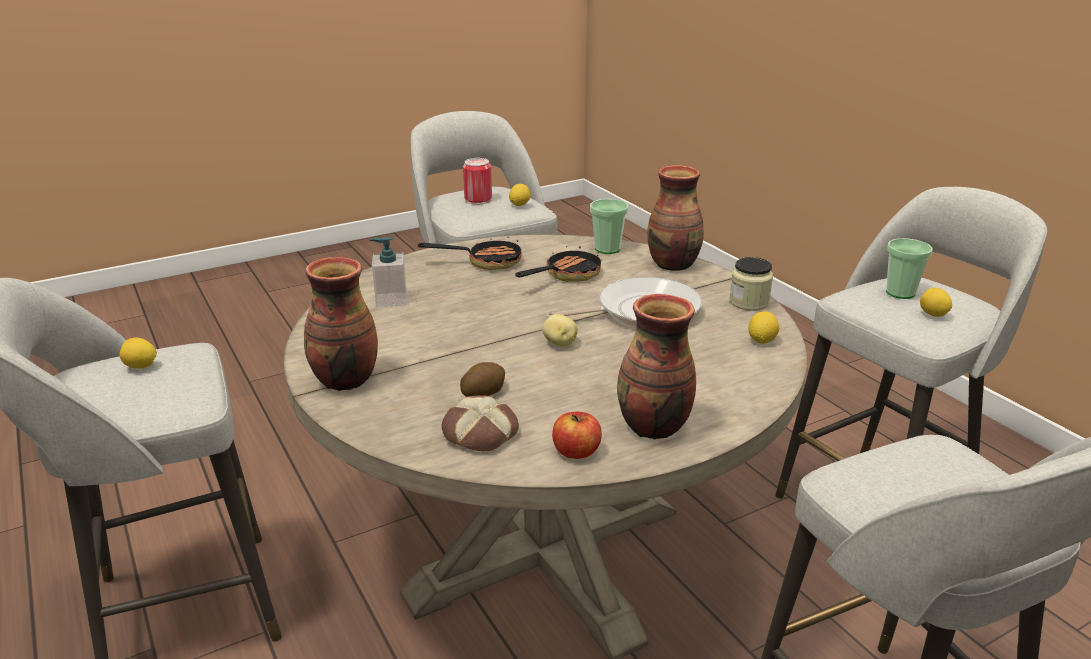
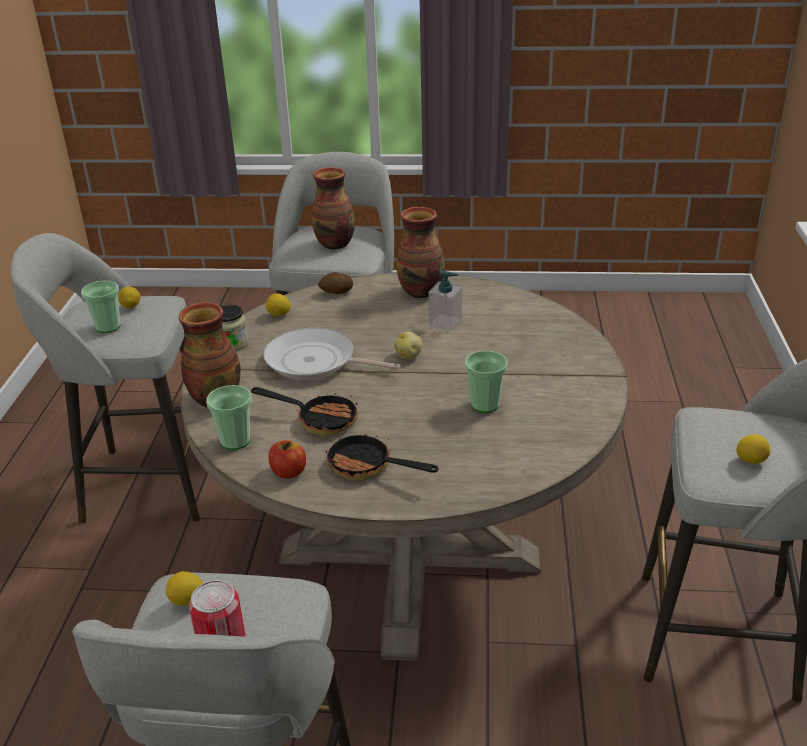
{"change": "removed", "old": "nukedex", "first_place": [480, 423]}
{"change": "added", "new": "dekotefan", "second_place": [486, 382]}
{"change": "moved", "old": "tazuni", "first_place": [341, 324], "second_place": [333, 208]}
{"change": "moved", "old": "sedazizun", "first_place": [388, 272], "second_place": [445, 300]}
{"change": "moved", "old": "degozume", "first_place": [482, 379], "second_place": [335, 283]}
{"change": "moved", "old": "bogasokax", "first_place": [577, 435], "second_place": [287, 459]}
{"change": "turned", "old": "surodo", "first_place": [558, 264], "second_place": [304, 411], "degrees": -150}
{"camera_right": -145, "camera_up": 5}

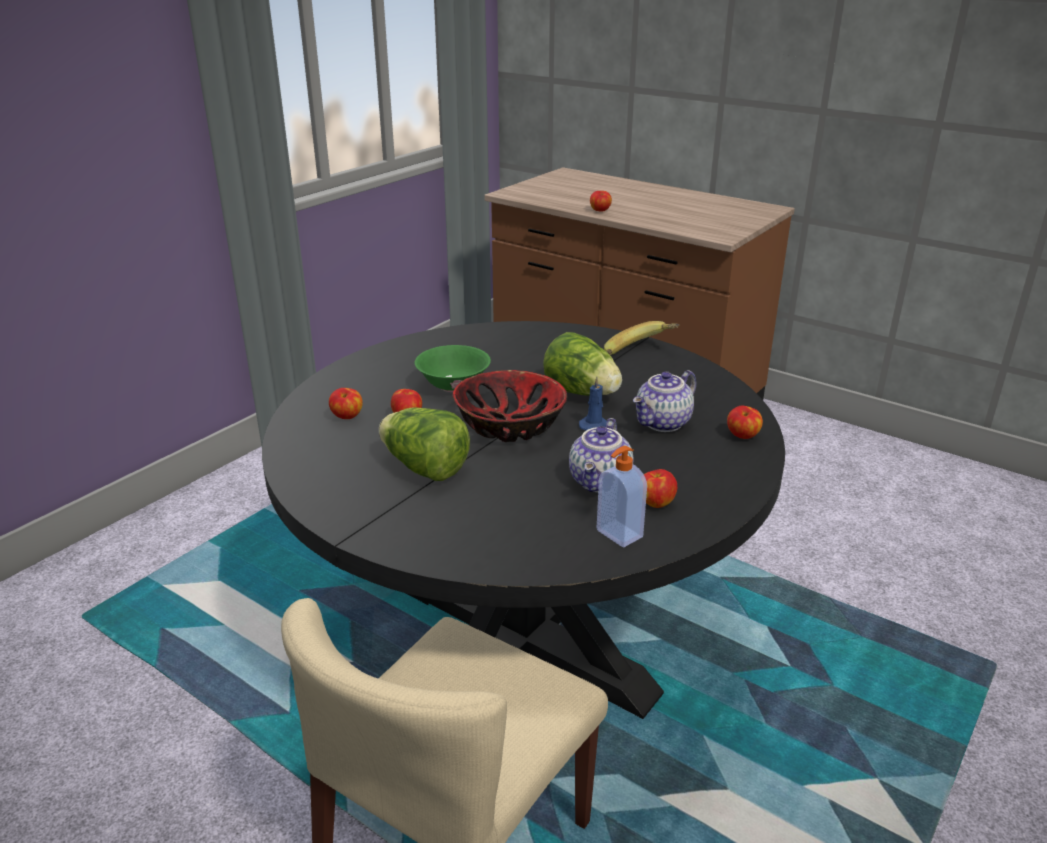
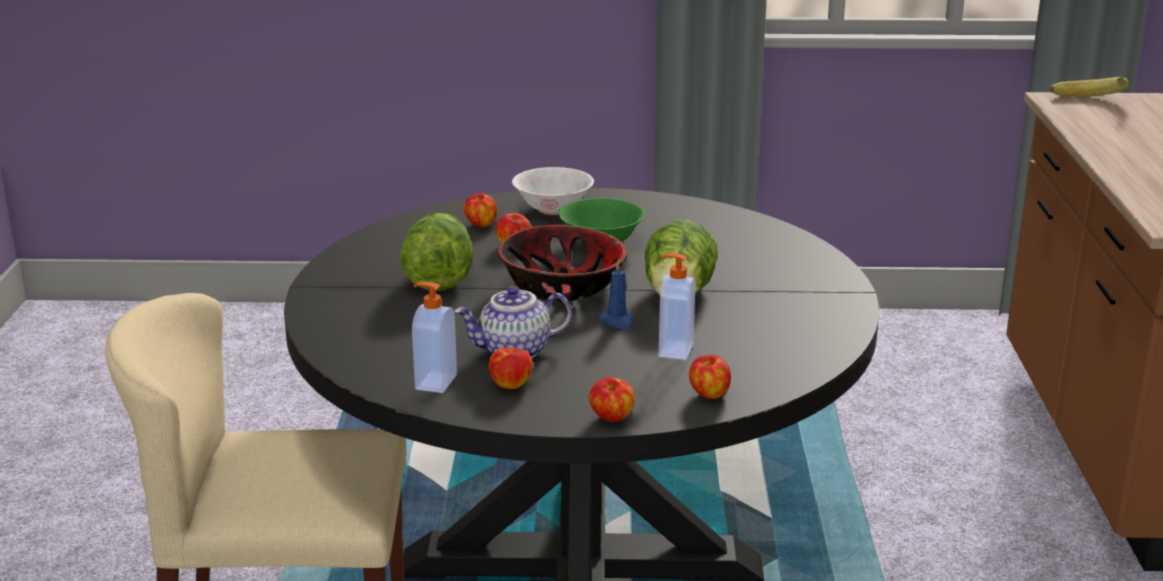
{"change": "added", "new": "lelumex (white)", "second_place": [553, 191]}
{"change": "moved", "old": "bogasokax", "first_place": [601, 201], "second_place": [612, 399]}
{"change": "moved", "old": "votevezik", "first_place": [642, 338], "second_place": [1089, 87]}
{"change": "replaced", "old": "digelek", "new": "sedazizun", "first_place": [665, 401], "second_place": [677, 306]}
{"camera_right": 55, "camera_up": -5}

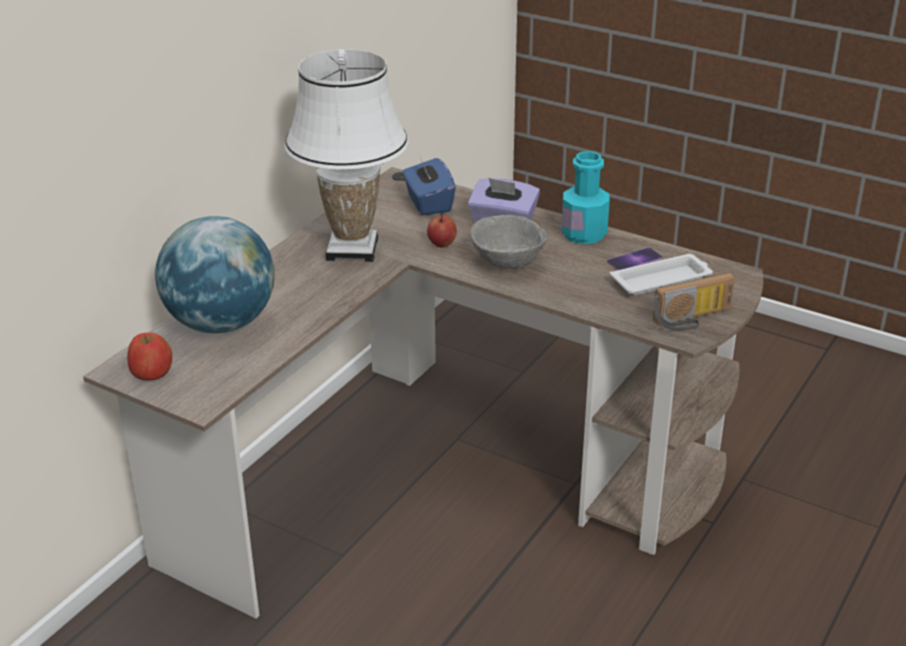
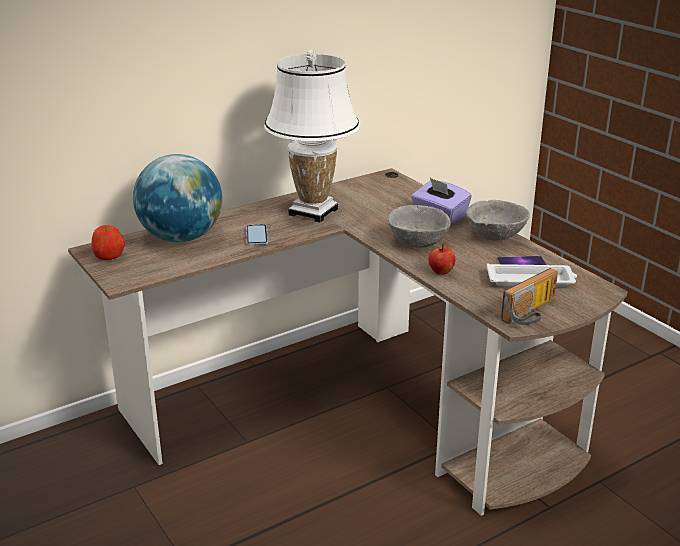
{"change": "removed", "old": "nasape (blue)", "first_place": [429, 185]}
{"change": "added", "new": "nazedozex", "second_place": [257, 234]}
{"change": "moved", "old": "bogasokax", "first_place": [442, 230], "second_place": [442, 259]}
{"change": "replaced", "old": "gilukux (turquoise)", "new": "lelumex (grey)", "first_place": [586, 197], "second_place": [498, 220]}
{"change": "turned", "old": "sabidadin", "first_place": [694, 301], "second_place": [529, 296], "degrees": -45}
{"camera_right": 25, "camera_up": -5}

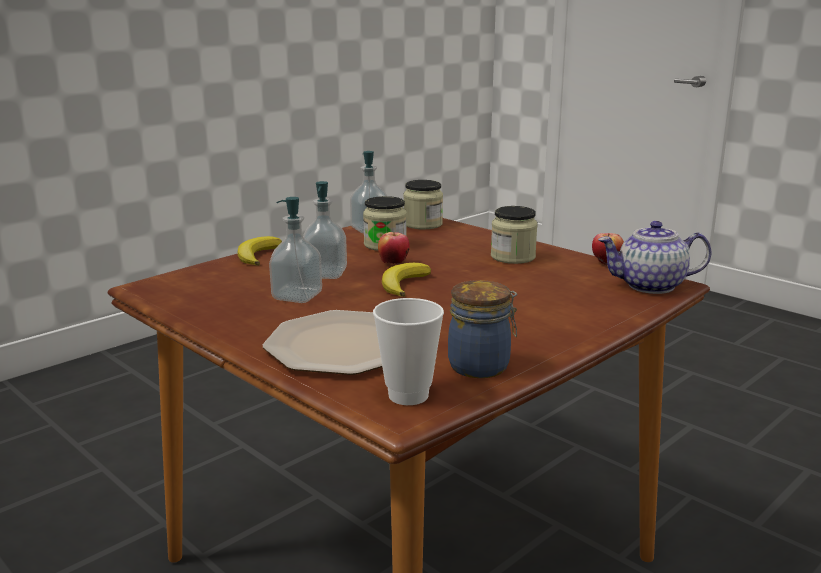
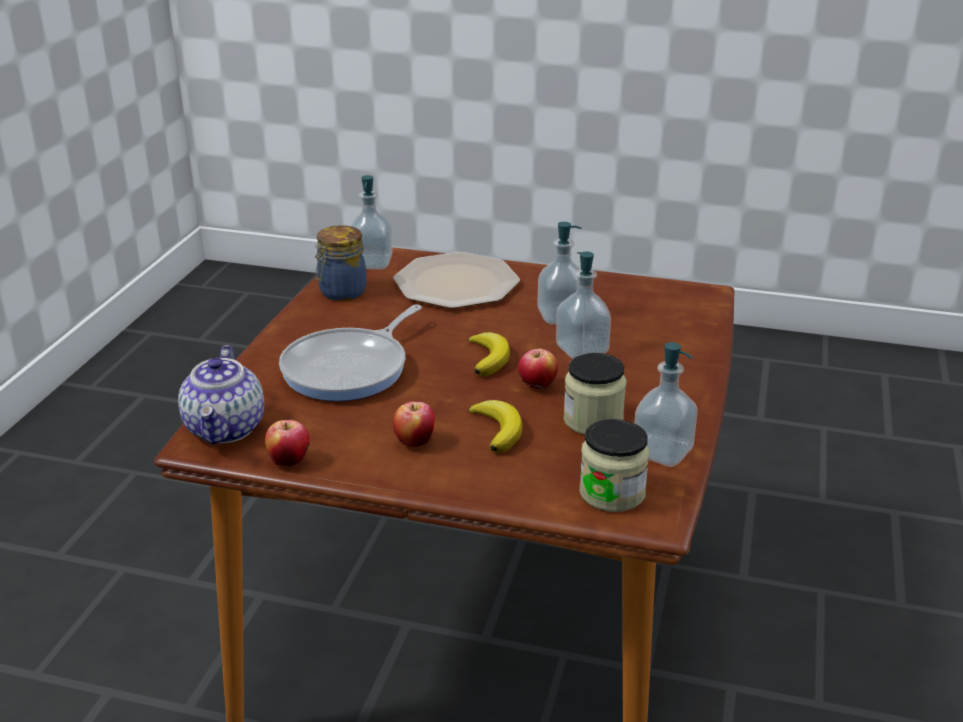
{"change": "added", "new": "surodo", "second_place": [350, 353]}
{"change": "moved", "old": "votevezik", "first_place": [259, 251], "second_place": [495, 426]}
{"change": "replaced", "old": "dekotefan", "new": "sedazizun", "first_place": [408, 351], "second_place": [371, 222]}
{"change": "replaced", "old": "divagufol", "new": "bogasokax", "first_place": [514, 235], "second_place": [414, 425]}
{"change": "turned", "old": "digelek", "first_place": [654, 257], "second_place": [221, 394], "degrees": 120}
{"camera_right": 150, "camera_up": 10}

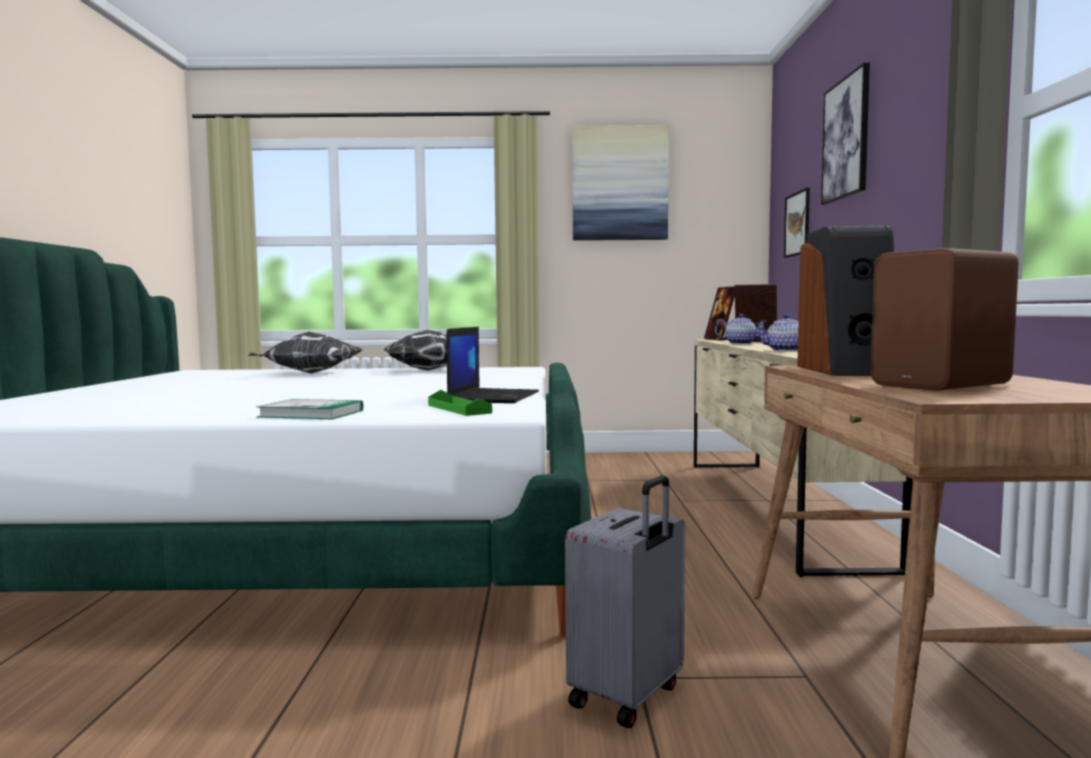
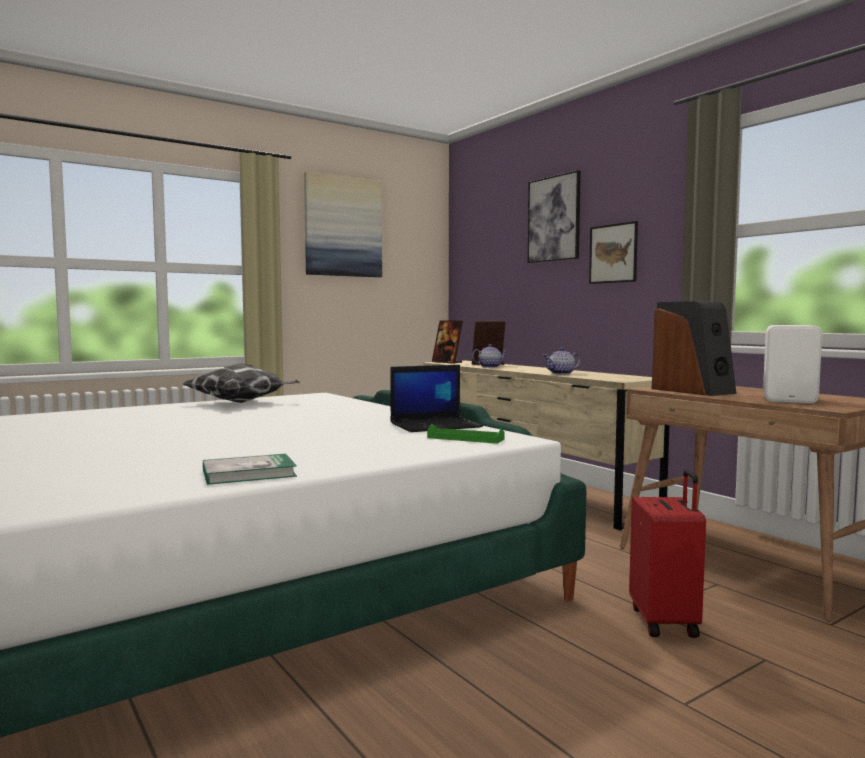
{"change": "removed", "old": "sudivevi", "first_place": [305, 352]}
{"change": "moved", "old": "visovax", "first_place": [309, 409], "second_place": [250, 469]}
{"change": "moved", "old": "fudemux", "first_place": [797, 223], "second_place": [613, 252]}
{"change": "recoloured", "old": "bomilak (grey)", "new": "bomilak (red)", "first_place": [625, 601], "second_place": [667, 554]}
{"change": "recoloured", "old": "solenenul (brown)", "new": "solenenul (white)", "first_place": [945, 319], "second_place": [792, 364]}
{"change": "turned", "old": "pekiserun", "first_place": [492, 365], "second_place": [436, 398], "degrees": 90}
{"camera_right": -35, "camera_up": 0}

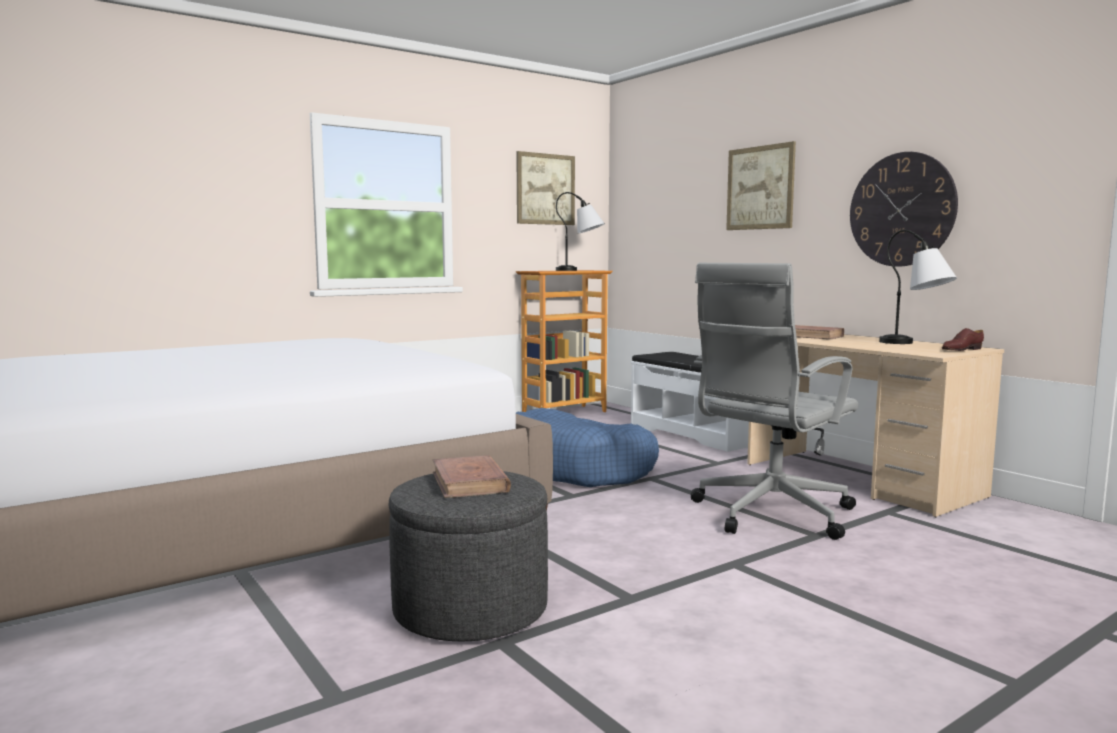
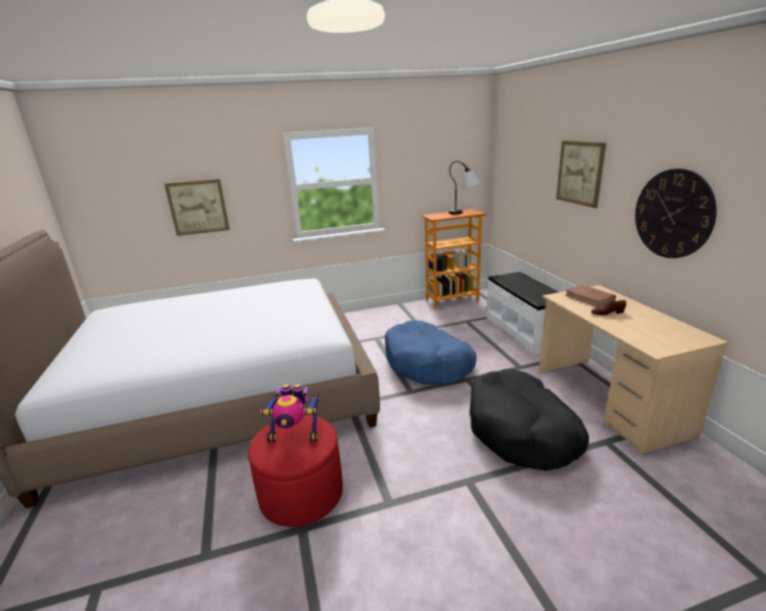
{"change": "removed", "old": "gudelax", "first_place": [918, 287]}
{"change": "moved", "old": "fudemux", "first_place": [545, 188], "second_place": [197, 207]}
{"change": "moved", "old": "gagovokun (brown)", "first_place": [963, 339], "second_place": [608, 307]}
{"change": "replaced", "old": "visovax (brown)", "new": "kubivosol", "first_place": [472, 476], "second_place": [290, 413]}
{"change": "replaced", "old": "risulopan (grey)", "new": "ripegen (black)", "first_place": [774, 401], "second_place": [529, 420]}
{"change": "recoloured", "old": "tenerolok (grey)", "new": "tenerolok (red)", "first_place": [468, 556], "second_place": [295, 471]}
{"camera_right": 20, "camera_up": 15}

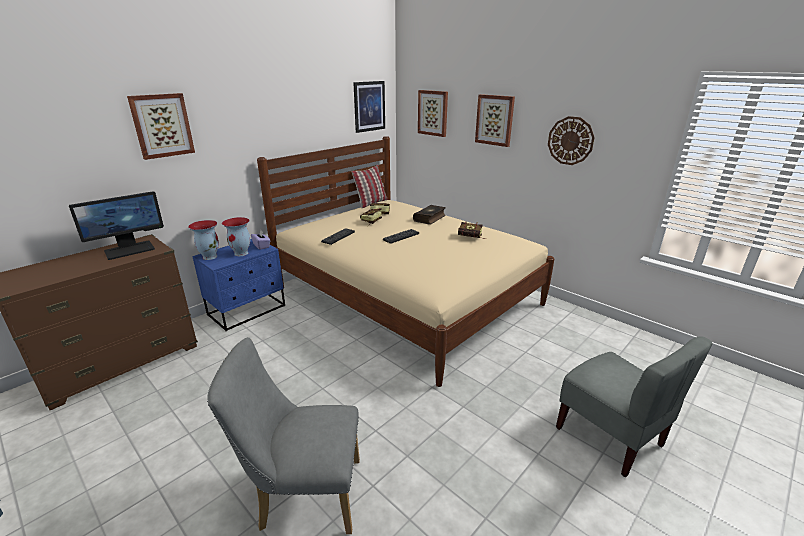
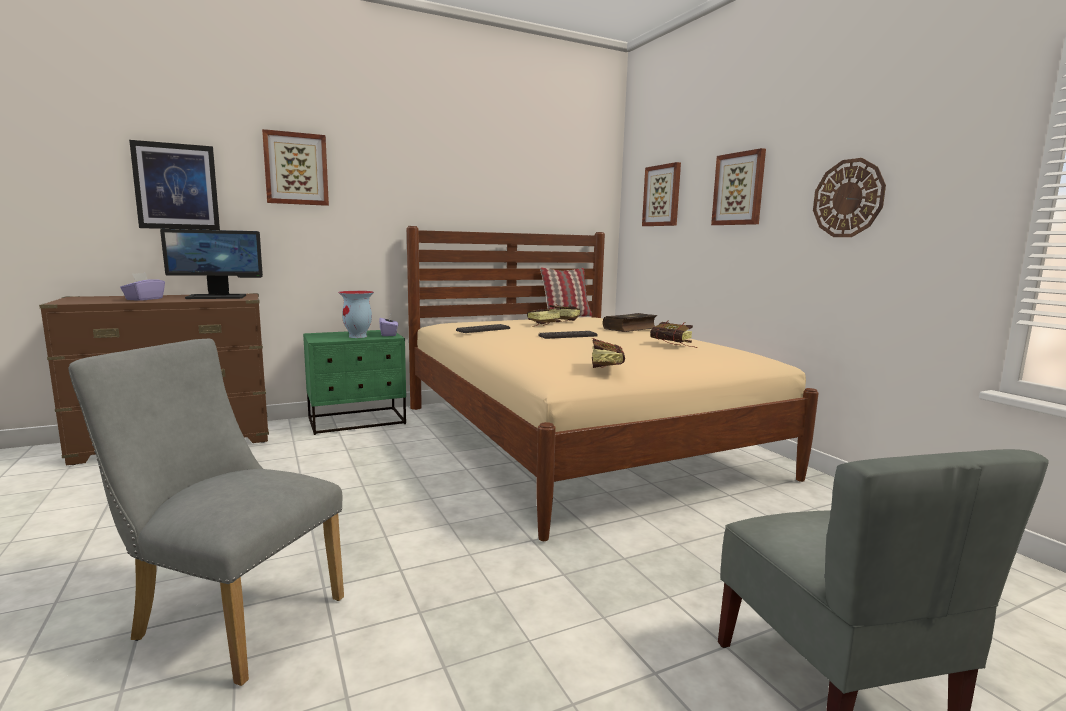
{"change": "removed", "old": "tazuni", "first_place": [203, 240]}
{"change": "added", "new": "nasape (purple)", "second_place": [142, 287]}
{"change": "added", "new": "visovax", "second_place": [608, 353]}
{"change": "moved", "old": "fudemux", "first_place": [369, 107], "second_place": [174, 185]}
{"change": "recoloured", "old": "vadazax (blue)", "new": "vadazax (green)", "first_place": [238, 285], "second_place": [354, 382]}
{"camera_right": 20, "camera_up": -15}

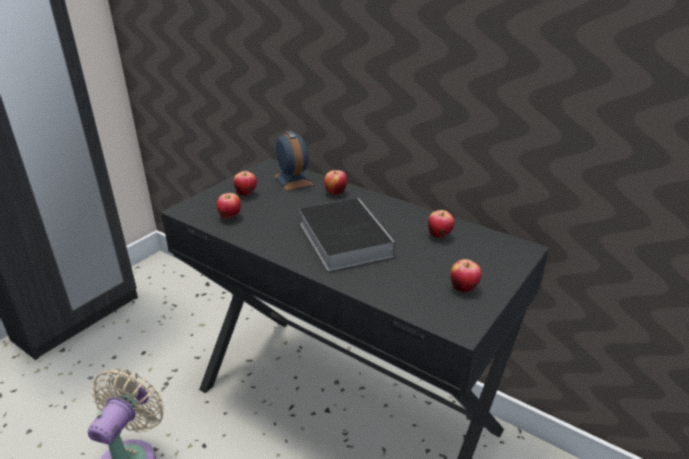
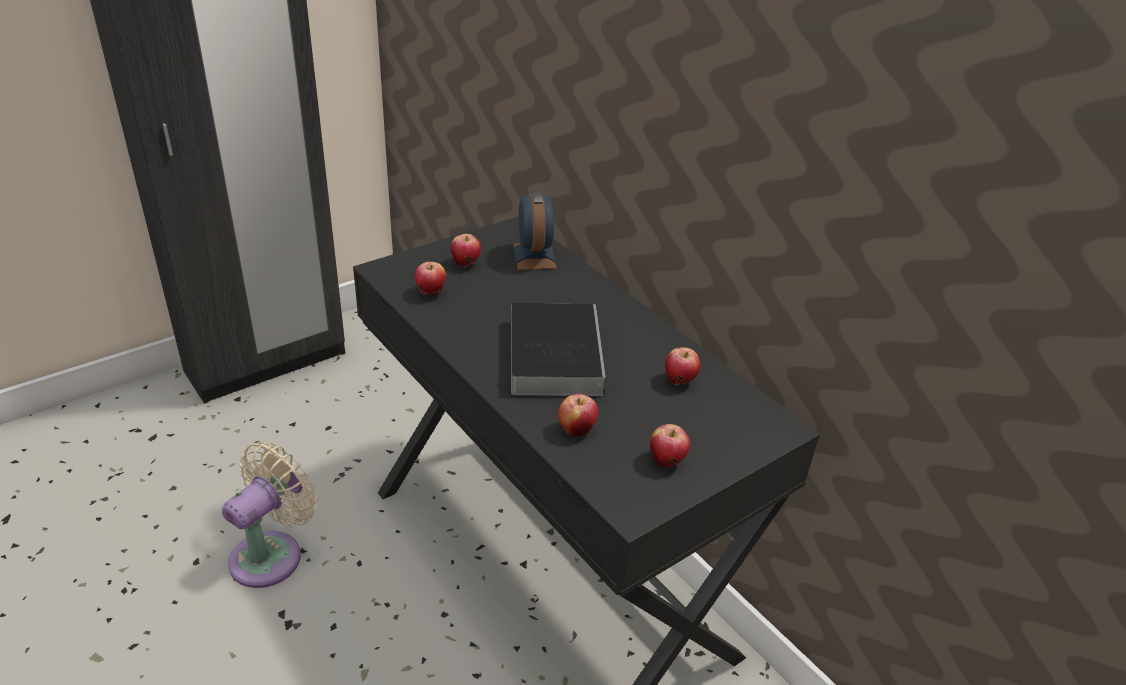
{"change": "moved", "old": "bogasokax", "first_place": [335, 182], "second_place": [578, 415]}
{"camera_right": 15, "camera_up": 5}

